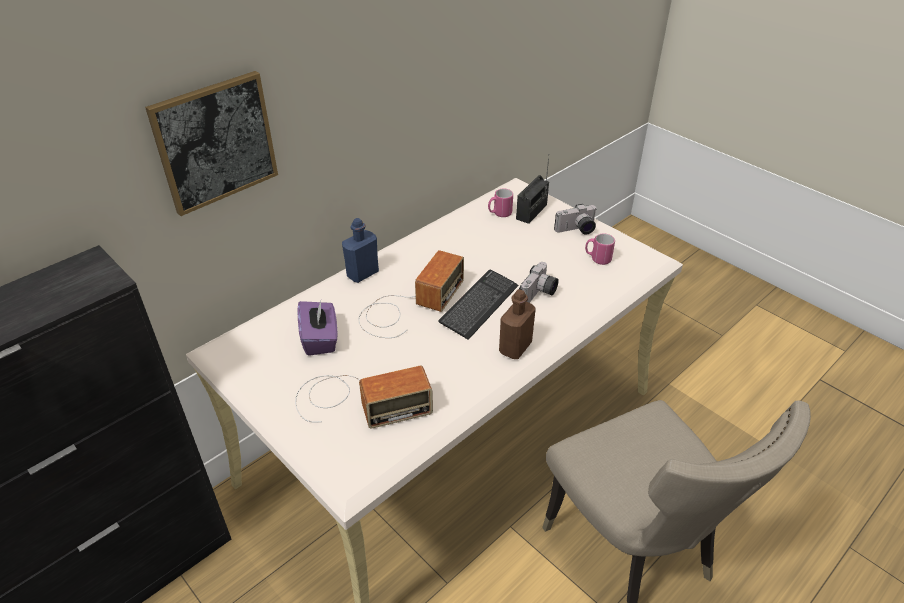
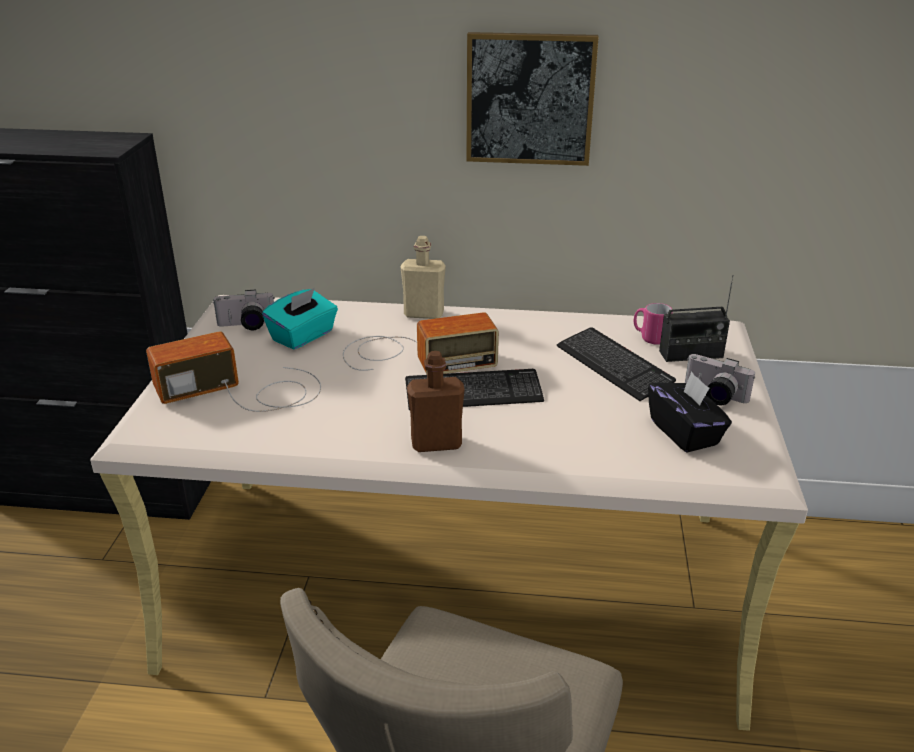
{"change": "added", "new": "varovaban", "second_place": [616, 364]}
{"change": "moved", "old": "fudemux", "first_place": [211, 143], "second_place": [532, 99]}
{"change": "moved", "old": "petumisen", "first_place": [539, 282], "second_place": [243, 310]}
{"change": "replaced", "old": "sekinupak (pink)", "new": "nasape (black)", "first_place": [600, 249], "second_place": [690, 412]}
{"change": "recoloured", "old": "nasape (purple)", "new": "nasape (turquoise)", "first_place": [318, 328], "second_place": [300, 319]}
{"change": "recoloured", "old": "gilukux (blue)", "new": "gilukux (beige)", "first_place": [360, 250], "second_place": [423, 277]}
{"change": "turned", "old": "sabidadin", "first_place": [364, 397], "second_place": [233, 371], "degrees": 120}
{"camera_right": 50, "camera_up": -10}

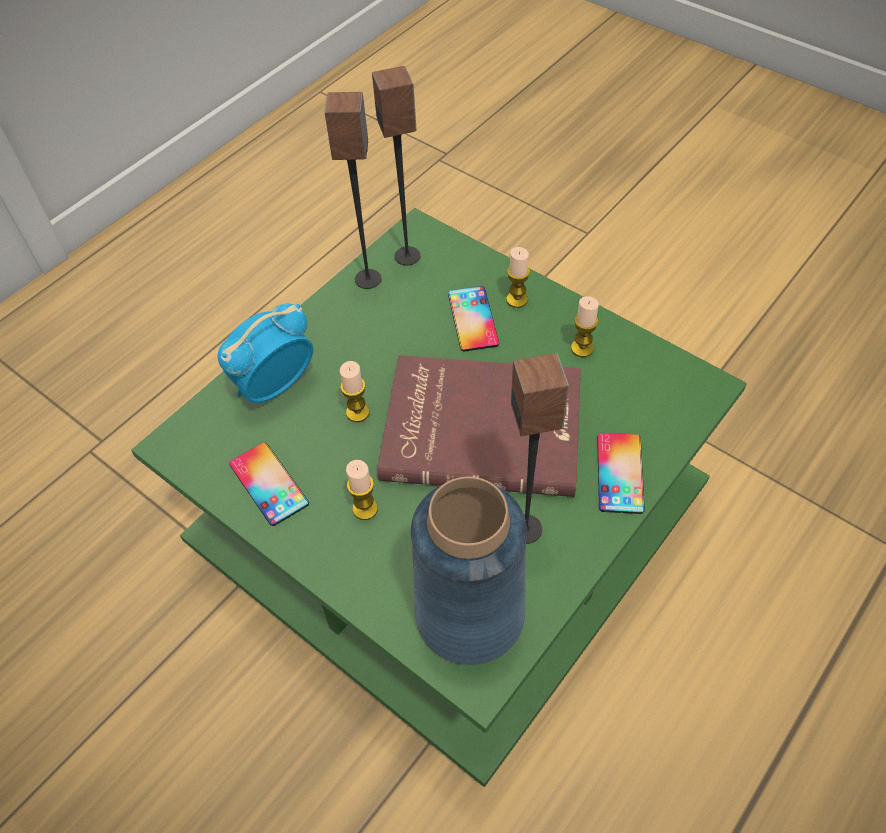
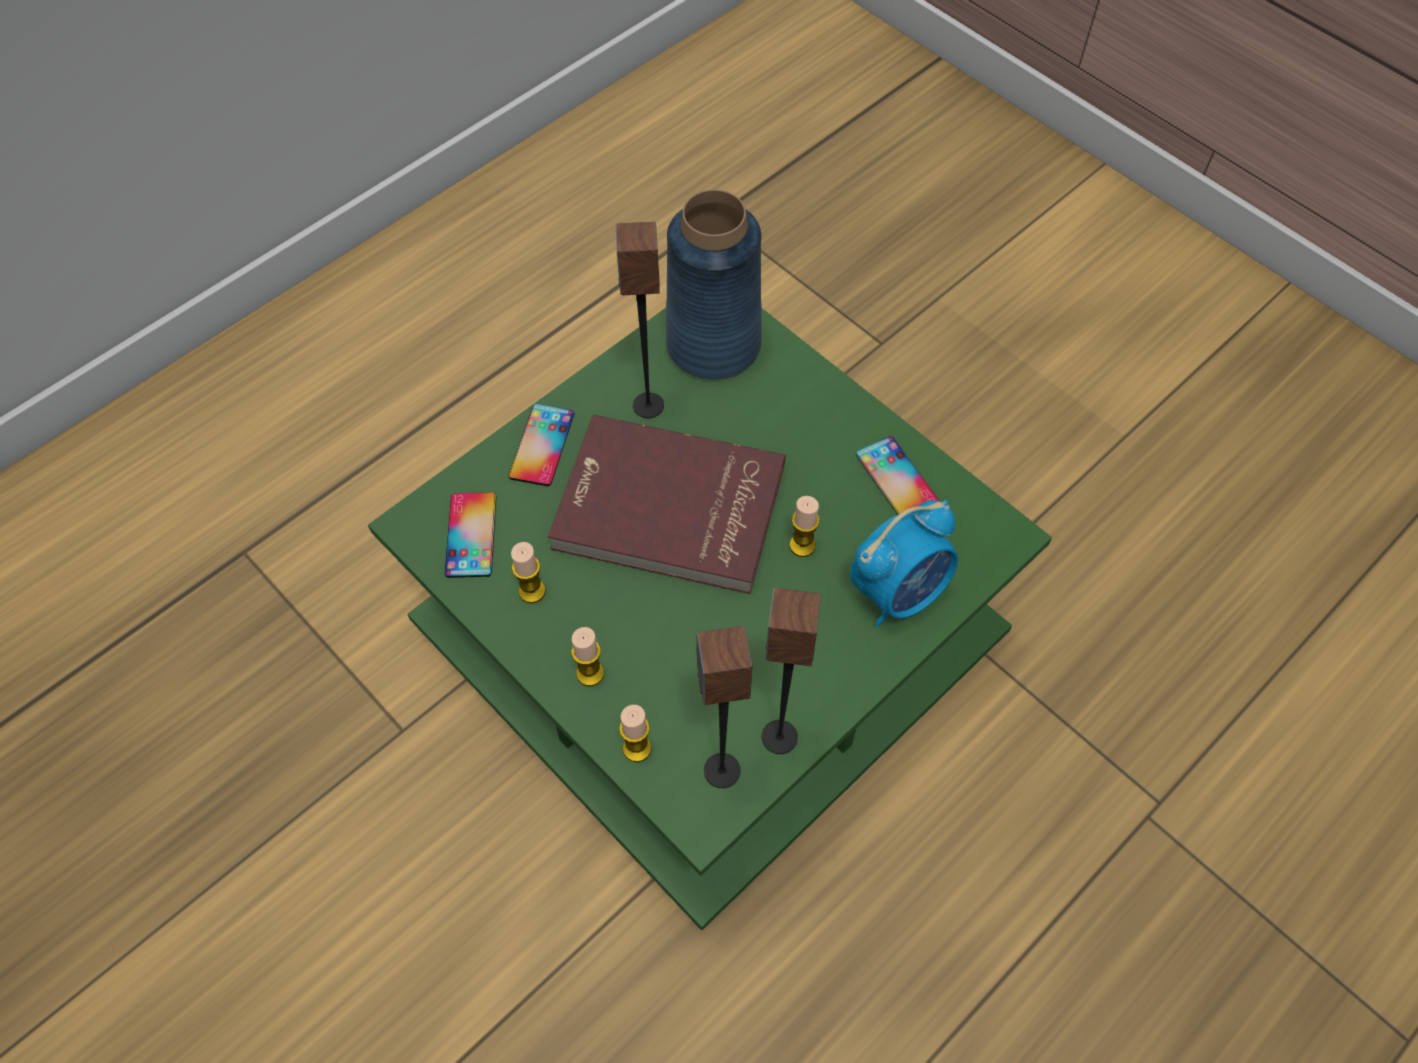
{"change": "moved", "old": "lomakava", "first_place": [362, 490], "second_place": [635, 733]}
{"change": "moved", "old": "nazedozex", "first_place": [473, 319], "second_place": [471, 535]}
{"camera_right": -175, "camera_up": 5}

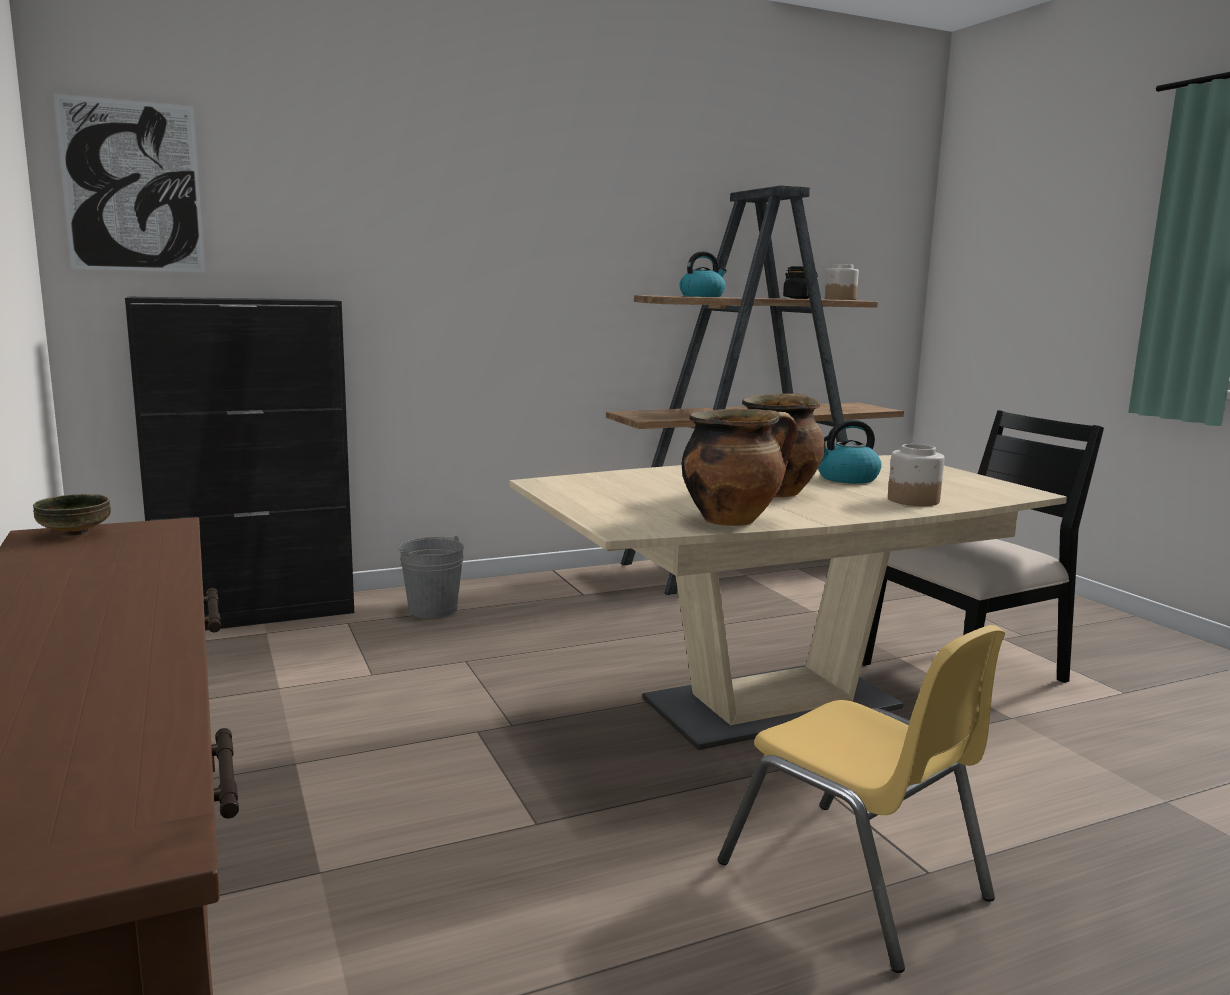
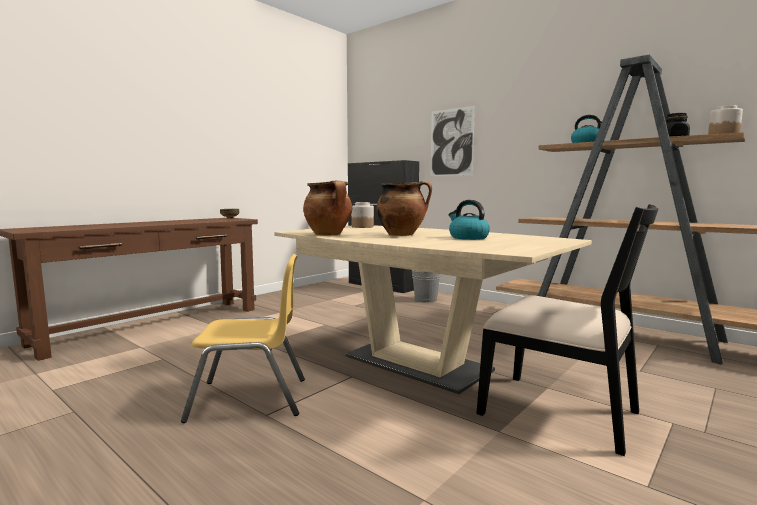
{"change": "moved", "old": "fudemux", "first_place": [129, 183], "second_place": [453, 141]}
{"change": "moved", "old": "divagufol", "first_place": [916, 475], "second_place": [362, 215]}
{"change": "turned", "old": "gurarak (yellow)", "first_place": [861, 799], "second_place": [243, 338], "degrees": -120}
{"camera_right": 65, "camera_up": -5}

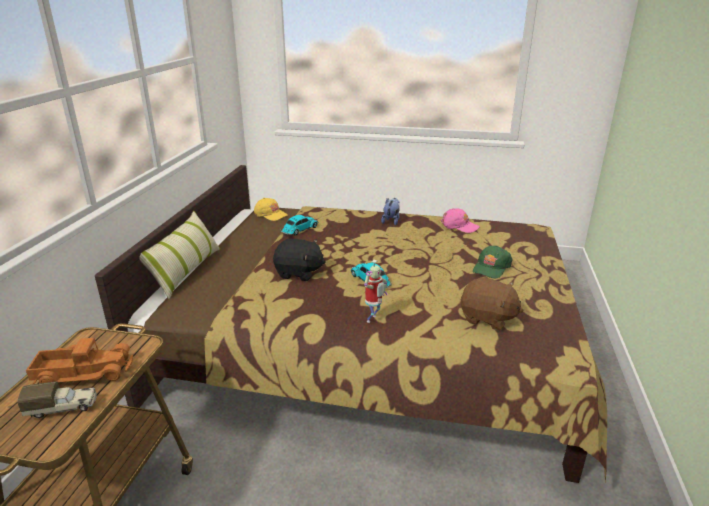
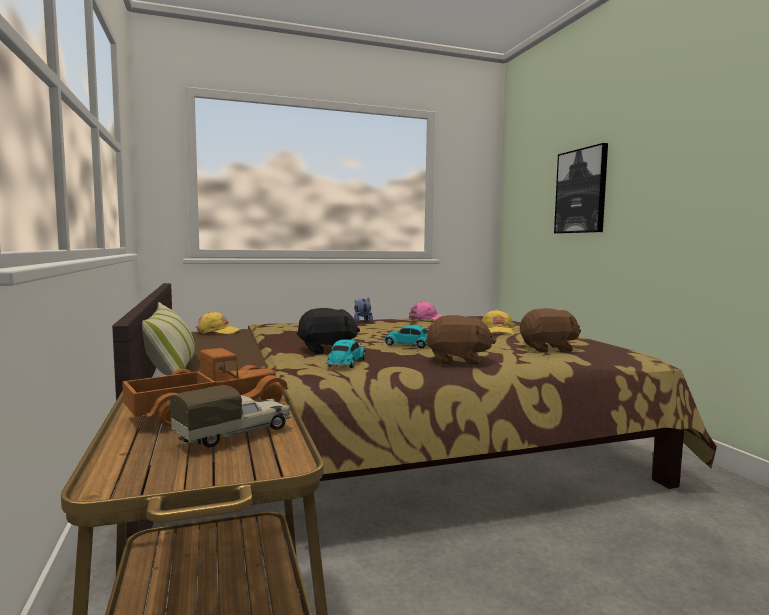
{"change": "added", "new": "fudemux", "second_place": [581, 188]}
{"change": "moved", "old": "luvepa", "first_place": [300, 225], "second_place": [345, 354]}
{"change": "replaced", "old": "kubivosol", "new": "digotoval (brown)", "first_place": [375, 291], "second_place": [460, 340]}
{"change": "recoloured", "old": "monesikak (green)", "new": "monesikak (yellow)", "first_place": [493, 262], "second_place": [497, 322]}
{"camera_right": -30, "camera_up": -20}

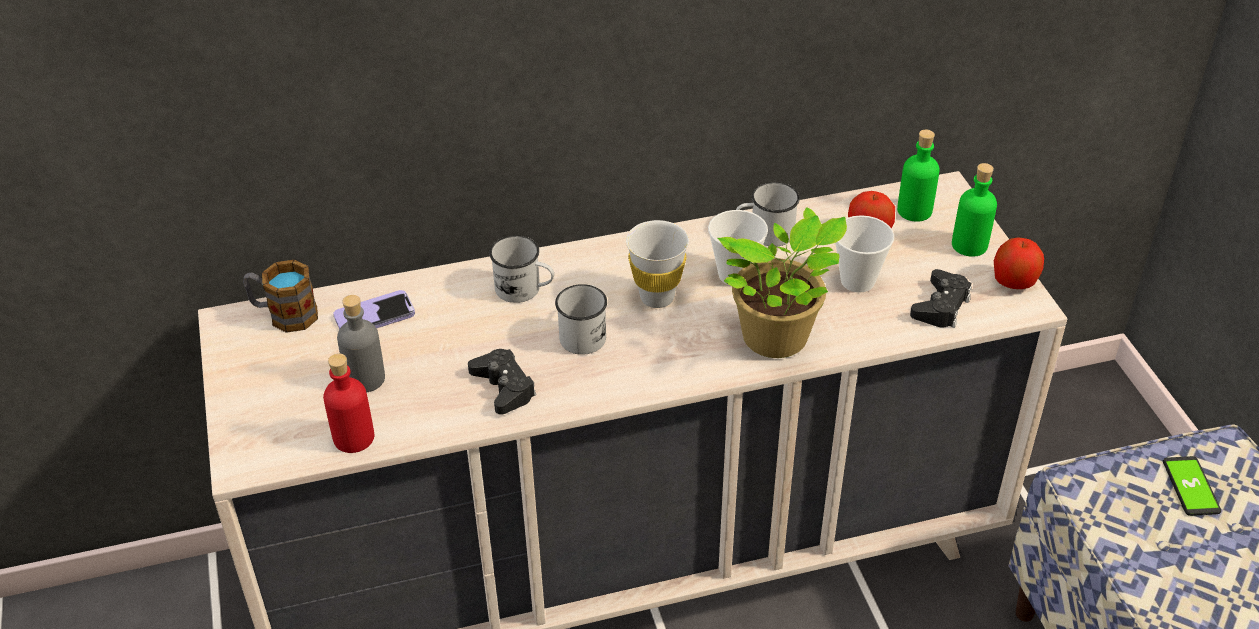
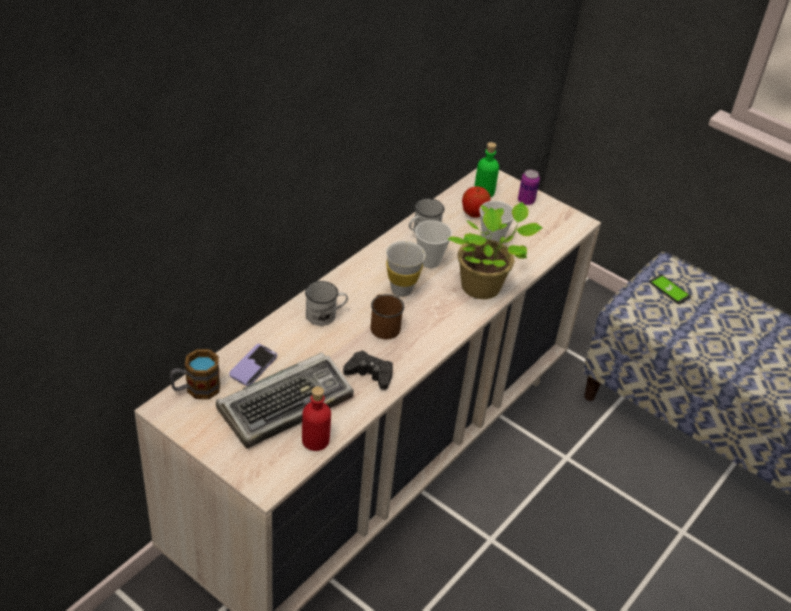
{"change": "removed", "old": "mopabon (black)", "first_place": [941, 298]}
{"change": "removed", "old": "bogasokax", "first_place": [1019, 263]}
{"change": "replaced", "old": "gilukux (grey)", "new": "varovaban", "first_place": [361, 343], "second_place": [285, 401]}
{"change": "replaced", "old": "gilukux (green)", "new": "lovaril", "first_place": [974, 210], "second_place": [529, 187]}
{"change": "recoloured", "old": "sekinupak (white)", "new": "sekinupak (brown)", "first_place": [581, 319], "second_place": [387, 316]}
{"camera_right": -40, "camera_up": 0}

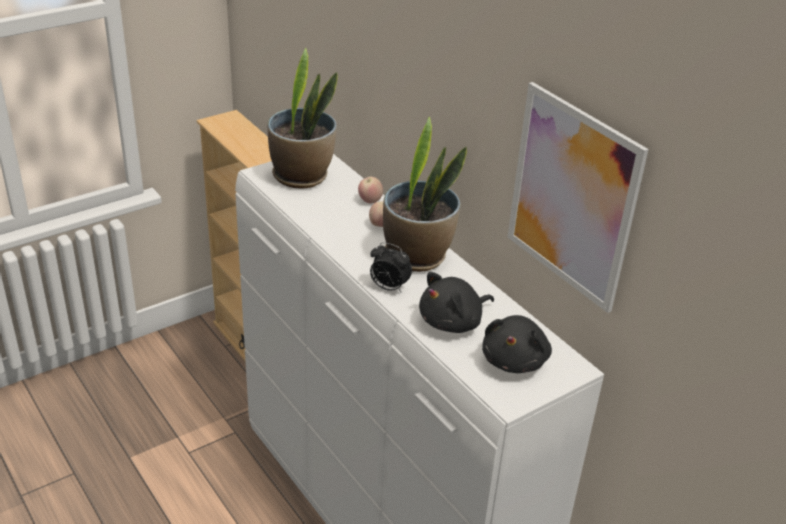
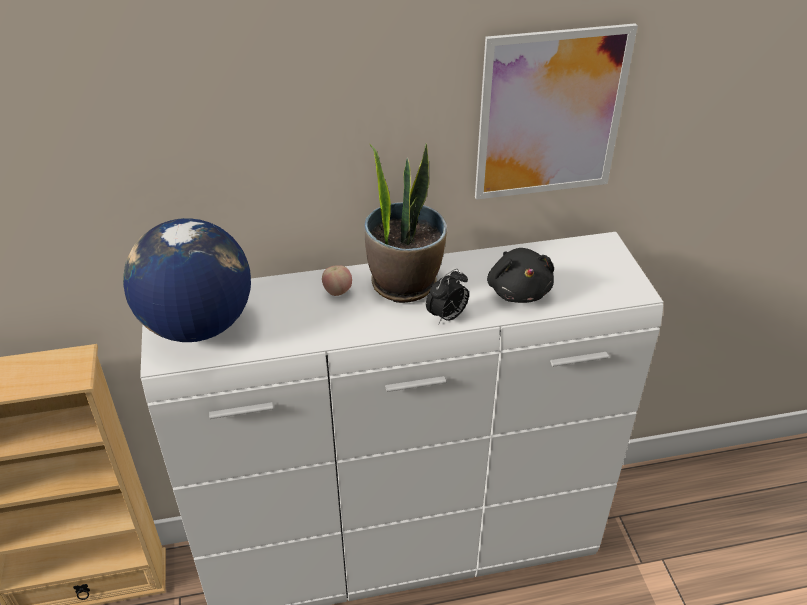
{"change": "removed", "old": "bogasokax", "first_place": [370, 189]}
{"change": "removed", "old": "digotoval (black)", "first_place": [517, 344]}
{"change": "replaced", "old": "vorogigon", "new": "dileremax", "first_place": [303, 118], "second_place": [187, 280]}
{"camera_right": -65, "camera_up": 5}

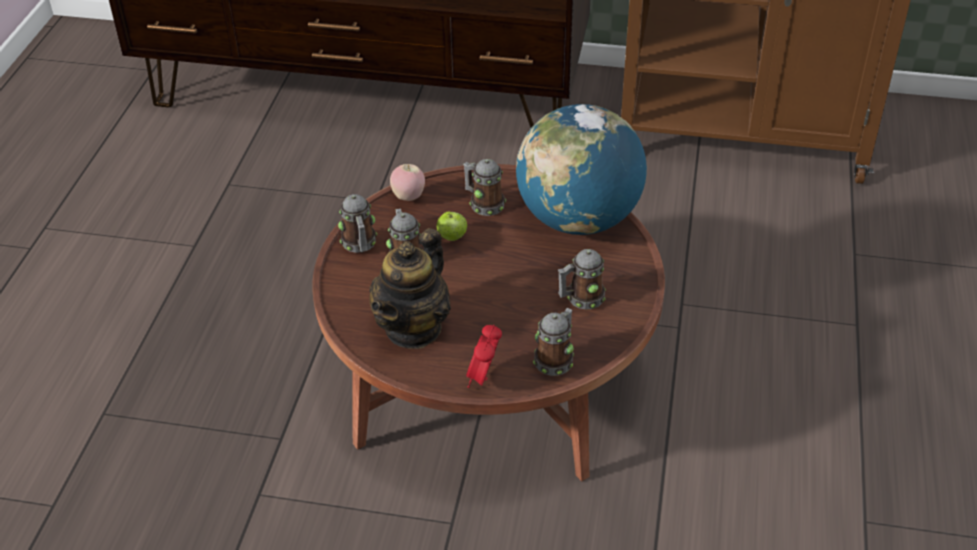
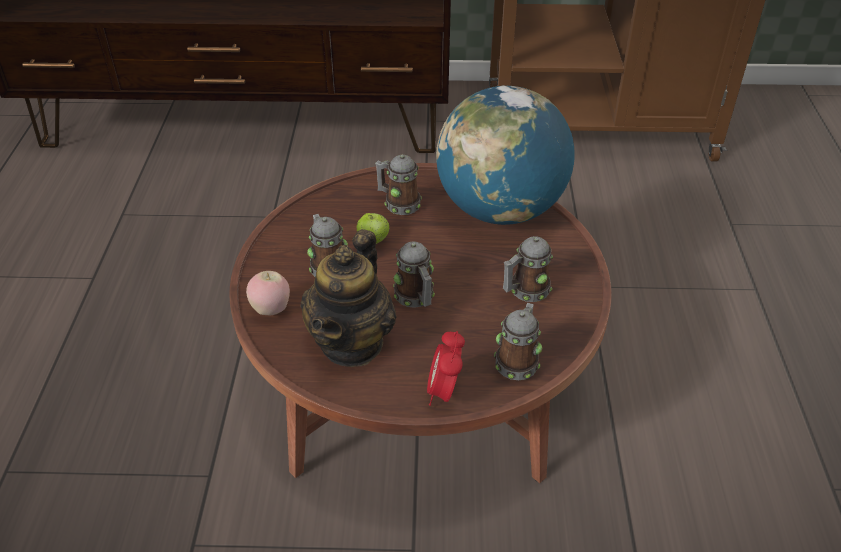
{"change": "moved", "old": "sekinupak", "first_place": [357, 223], "second_place": [414, 274]}
{"change": "moved", "old": "bogasokax", "first_place": [407, 182], "second_place": [268, 293]}
{"camera_right": -10, "camera_up": 0}

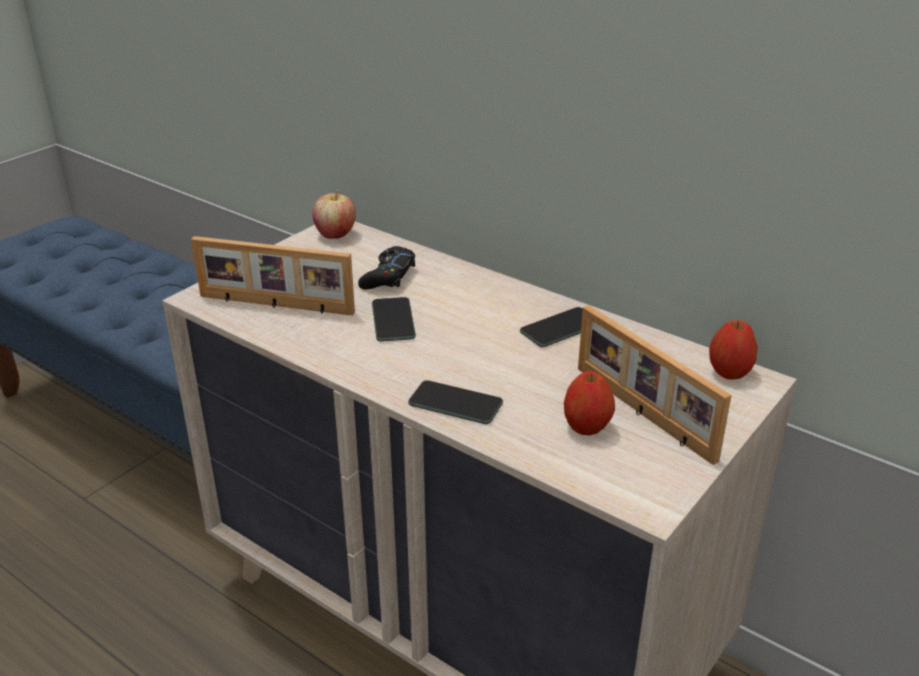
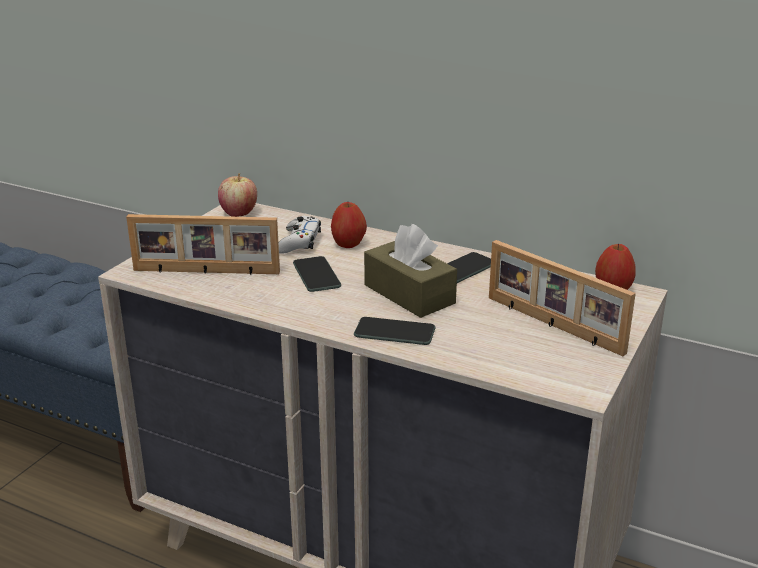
{"change": "added", "new": "nasape (brown)", "second_place": [410, 271]}
{"change": "moved", "old": "bogasokax", "first_place": [589, 403], "second_place": [349, 225]}
{"change": "recoloured", "old": "mopabon (black)", "new": "mopabon (white)", "first_place": [386, 267], "second_place": [299, 235]}
{"camera_right": -10, "camera_up": -5}

